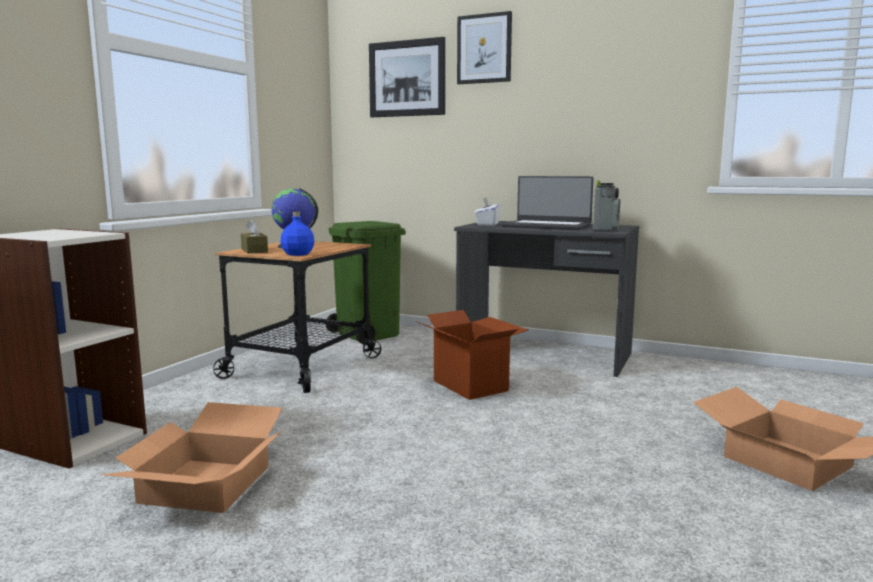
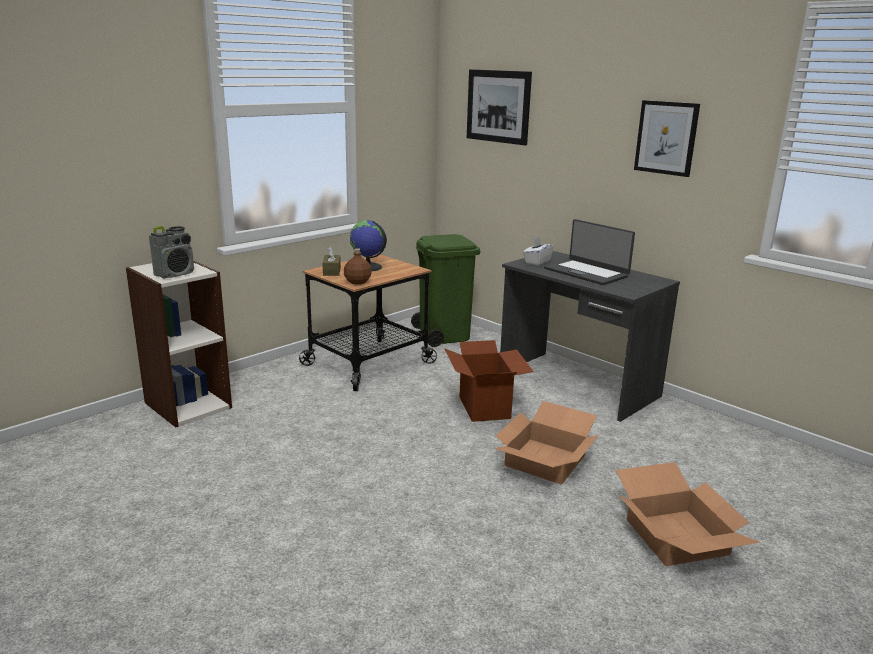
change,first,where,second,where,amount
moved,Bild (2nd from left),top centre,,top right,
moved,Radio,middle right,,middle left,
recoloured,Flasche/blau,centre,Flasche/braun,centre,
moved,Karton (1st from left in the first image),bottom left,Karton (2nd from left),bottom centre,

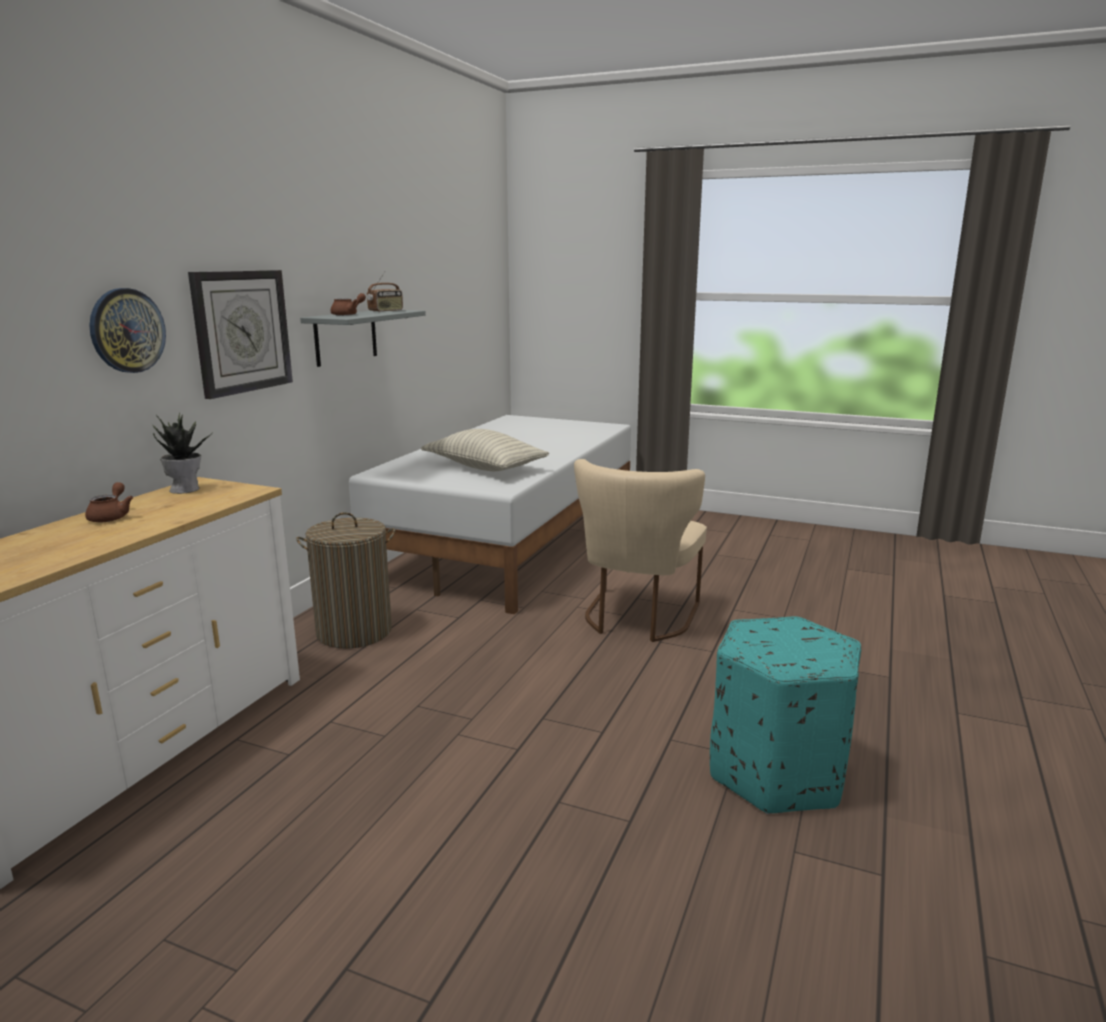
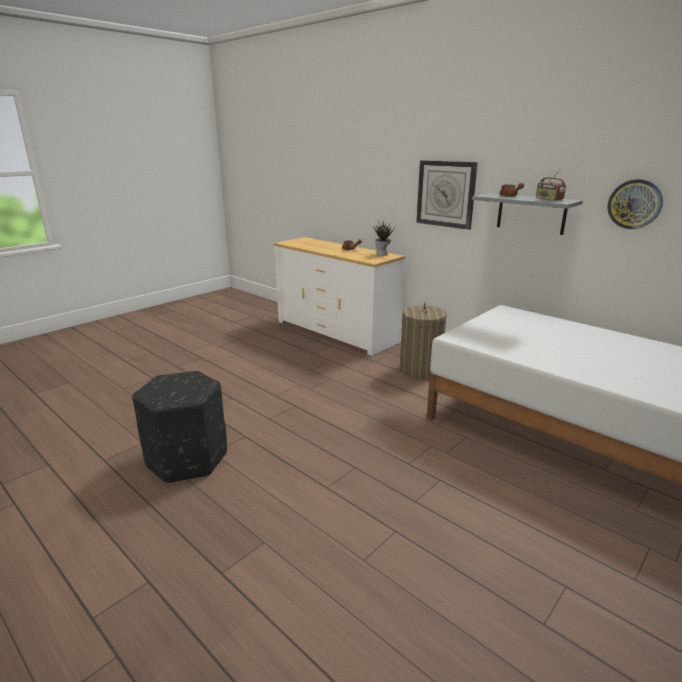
change,first,where,second,where,amount
moved,Wanduhr (1st from left in the first image),top left,Wanduhr (2nd from left),top right,
removed,Kissen,centre,,,
removed,Stuhl/beige,centre,,,
recoloured,Polsterhocker/türkis,bottom right,Polsterhocker/schwarz,middle left,

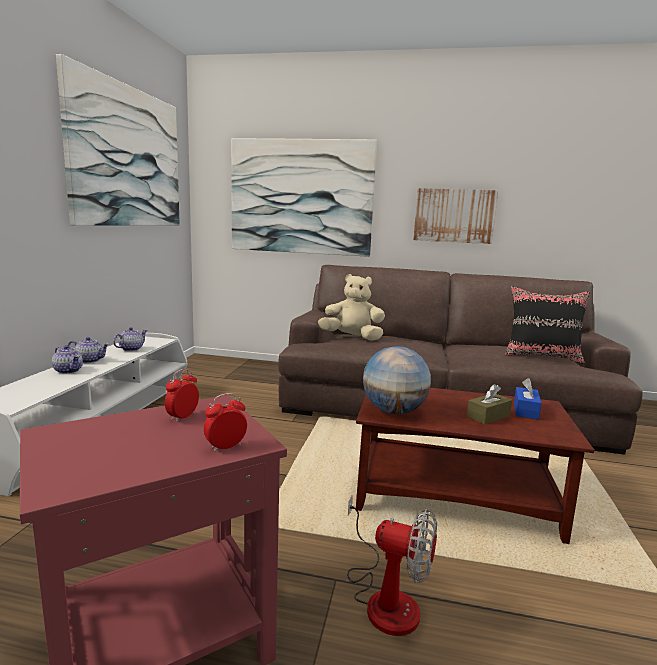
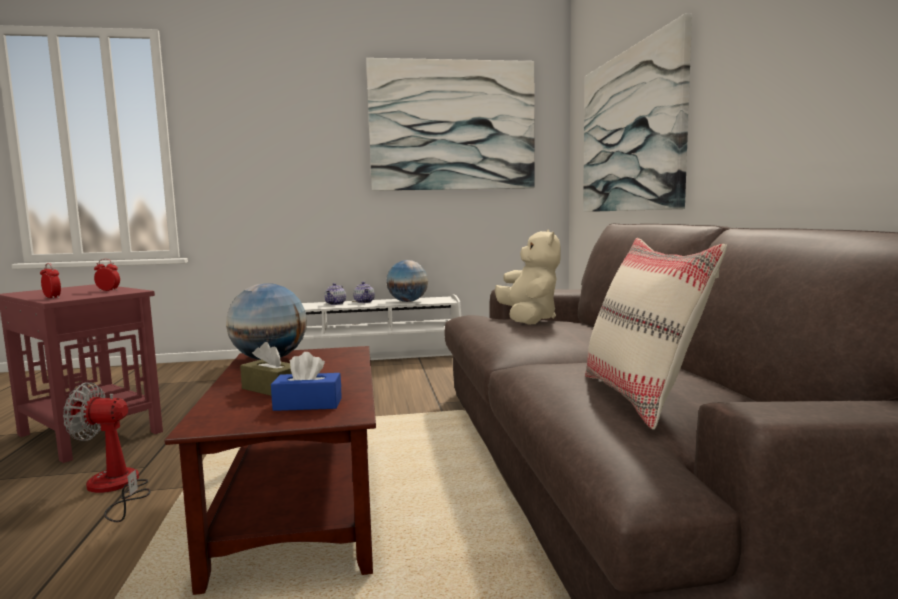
change,first,where,second,where,amount
removed,Bild (3rd from left),top right,,,
recoloured,Kissen/schwarz,middle right,Kissen/beige,middle right,
replaced,Teekanne (3rd from left),middle left,Globus (2nd from left),centre,
turned,Ventilator,bottom centre,,bottom left,90 degrees clockwise

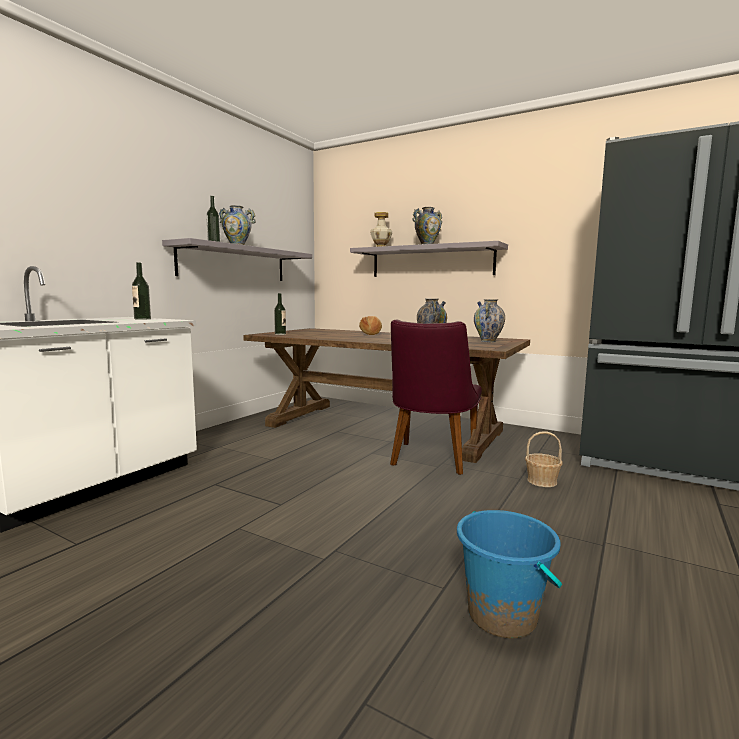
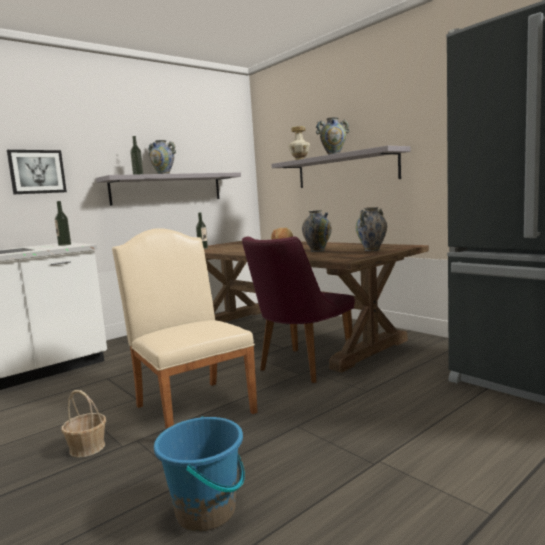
change,first,where,second,where,amount
moved,Korb,middle right,,bottom left,
added,,,Bild,top left,
added,,,Stuhl/beige,centre,

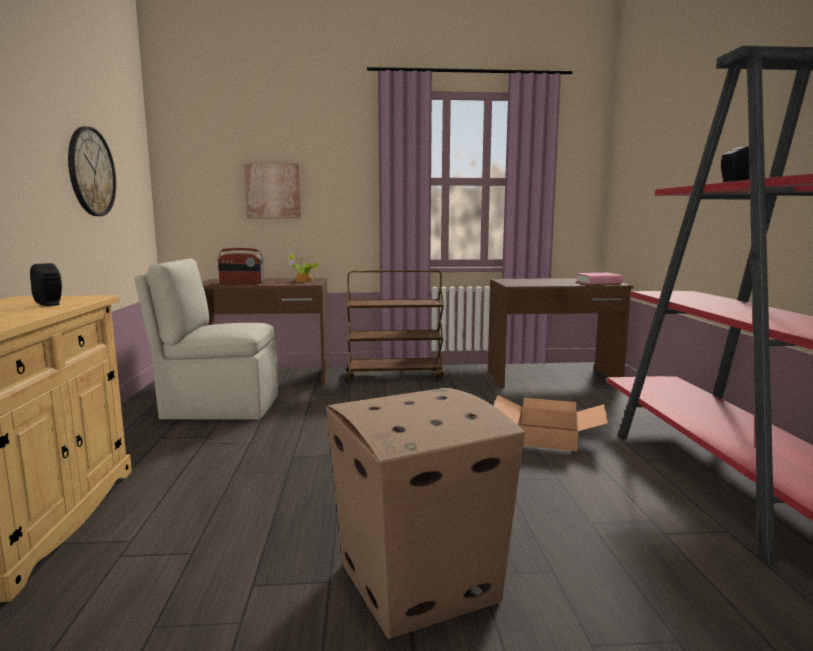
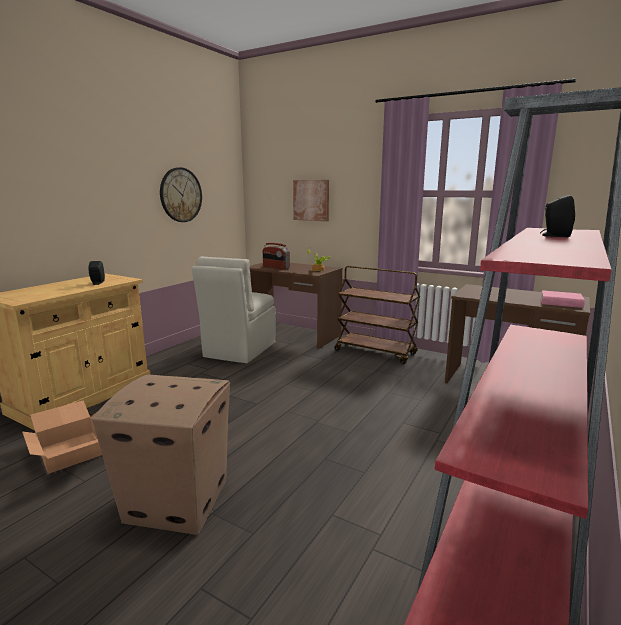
change,first,where,second,where,amount
turned,Stuhl/beige,middle left,,centre,105 degrees counterclockwise
moved,Karton (2nd from left in the first image),middle right,Karton (1st from left),bottom left,

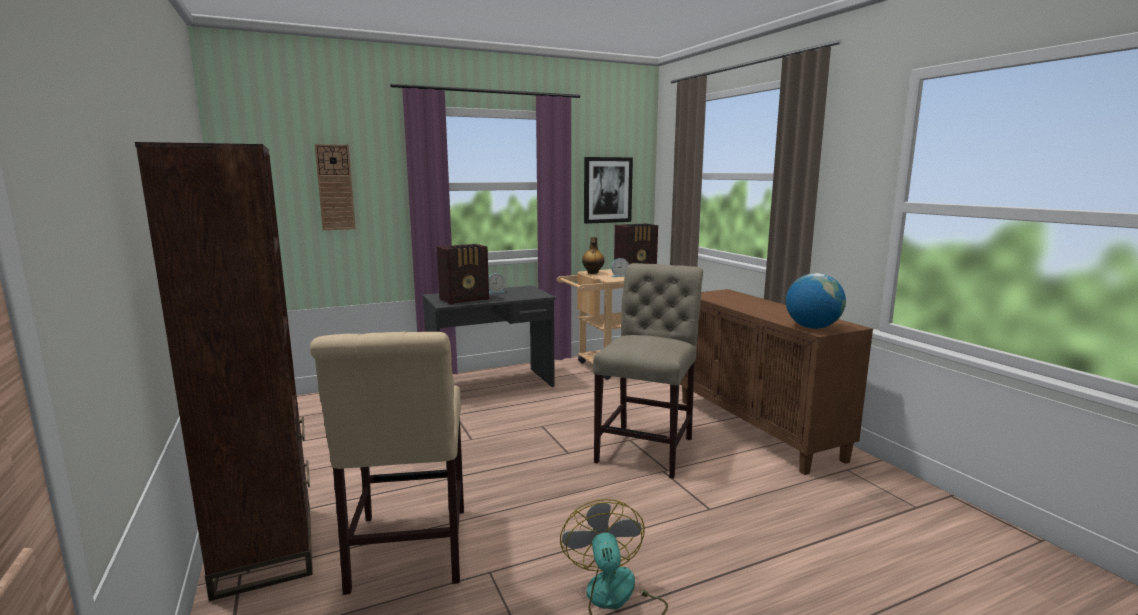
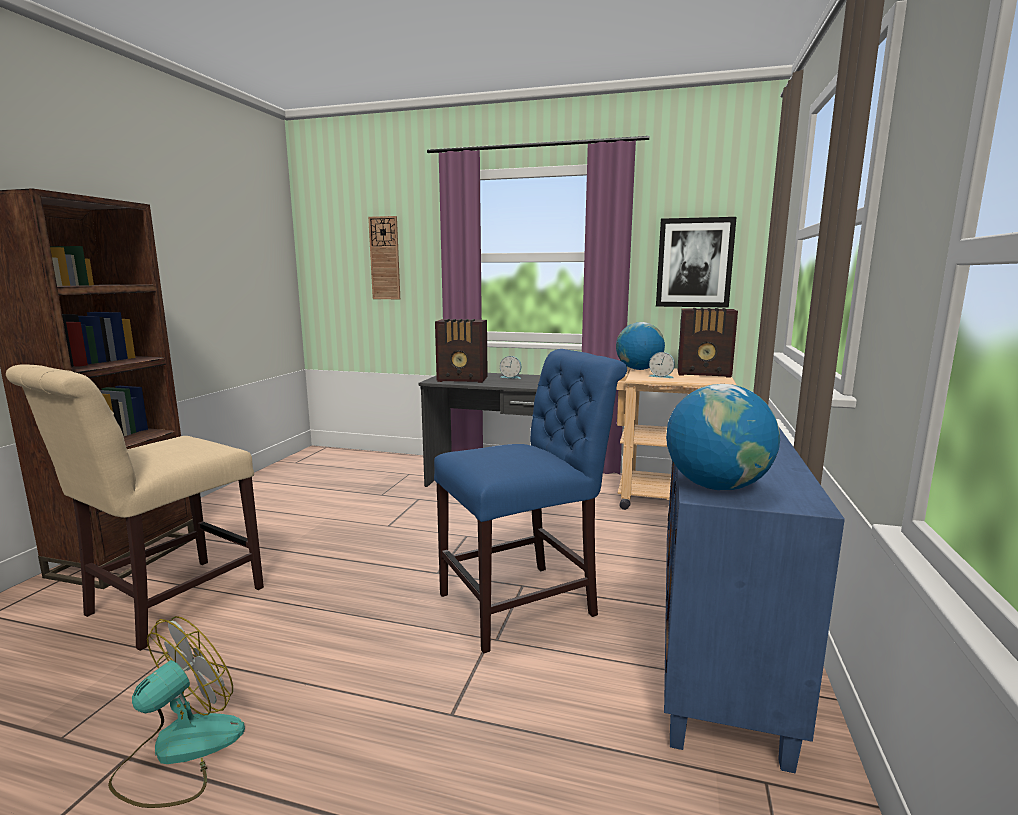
change,first,where,second,where,amount
replaced,Flasche,centre,Globus (1st from left),centre,
recoloured,Stuhl/beige (2nd from left),centre,Stuhl/blau,centre,
recoloured,Schrank/braun,middle right,Schrank/blau,bottom right,

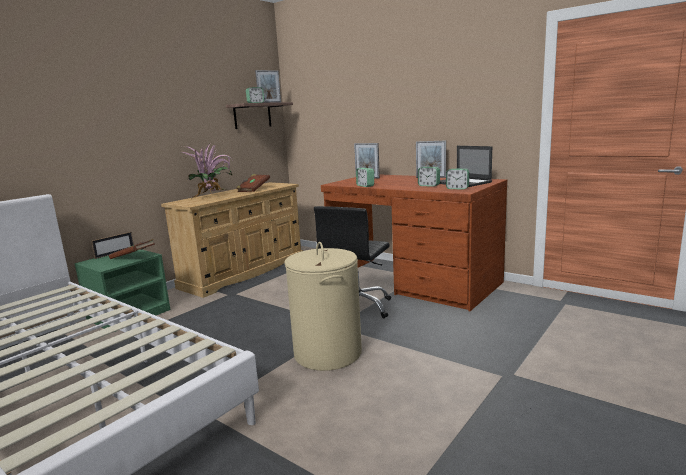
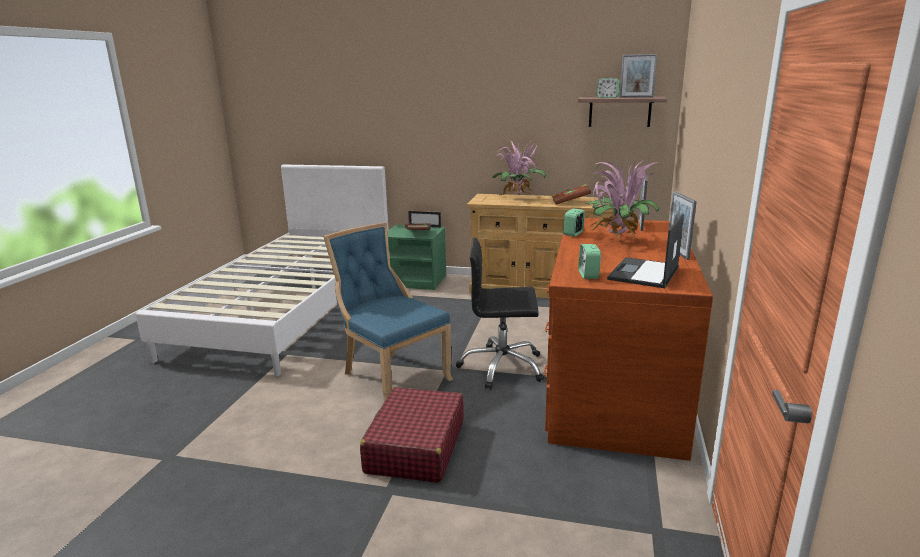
change,first,where,second,where,amount
removed,Wecker (3rd from left),centre,,,
replaced,Wäschekorb/beige,centre,Stuhl/blau,centre,
added,,,Topfpflanze (2nd from left),middle right,
added,,,Koffer/rot,bottom centre,

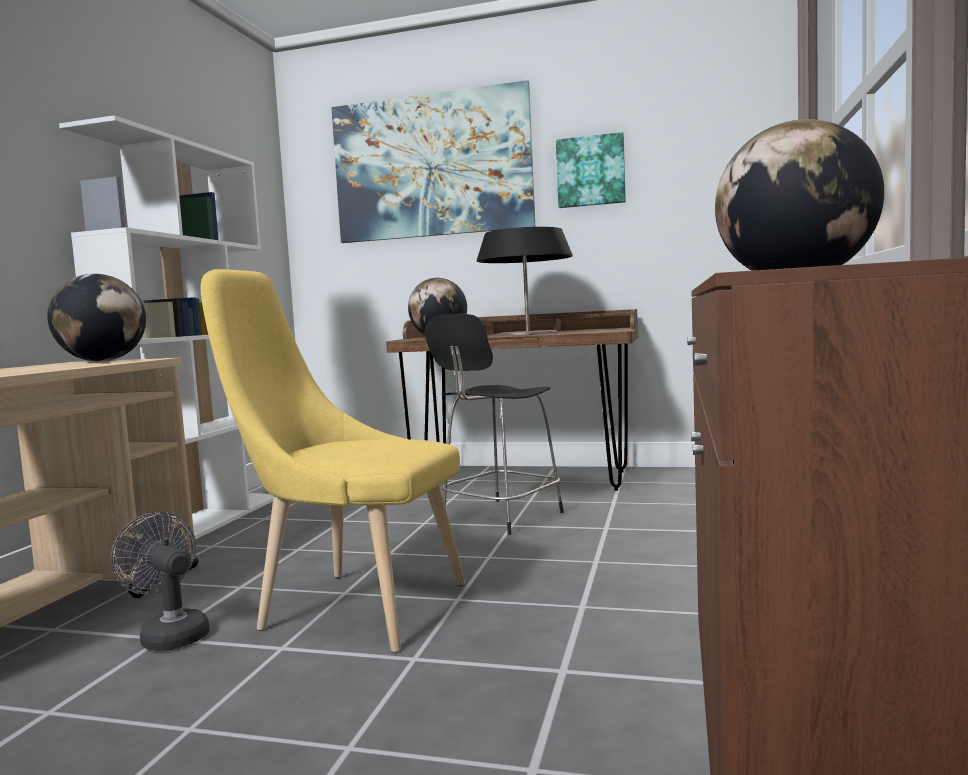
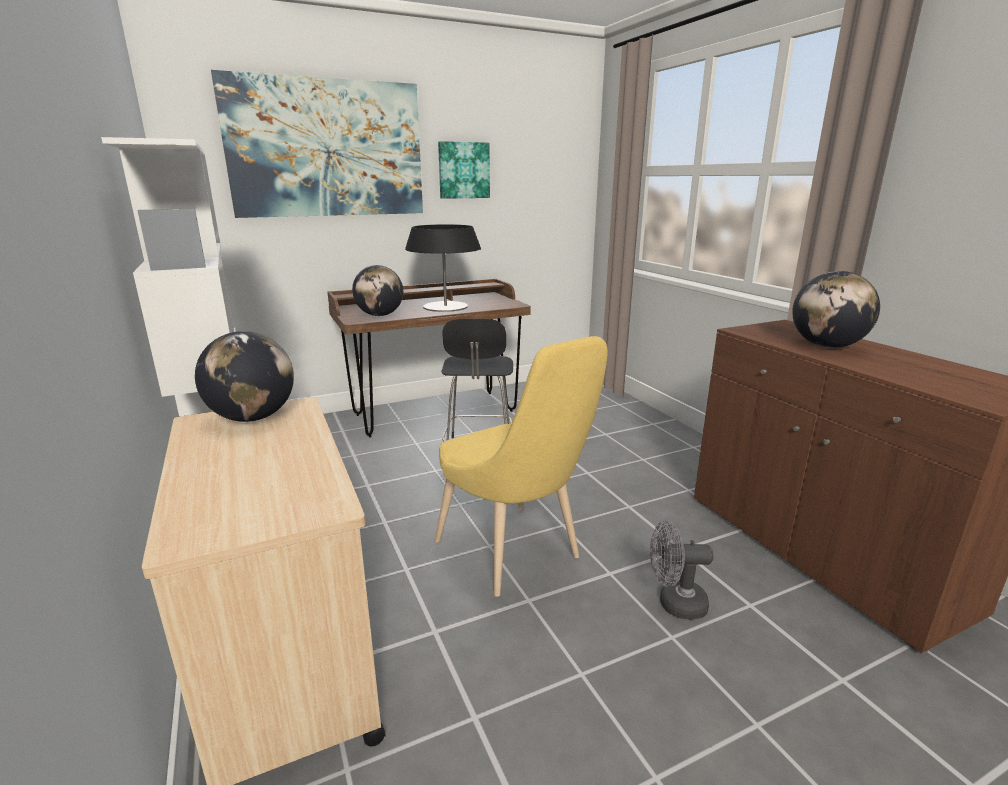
change,first,where,second,where,amount
turned,Stuhl/gelb,centre,,centre,105 degrees counterclockwise
moved,Ventilator/grau,bottom left,,bottom right,

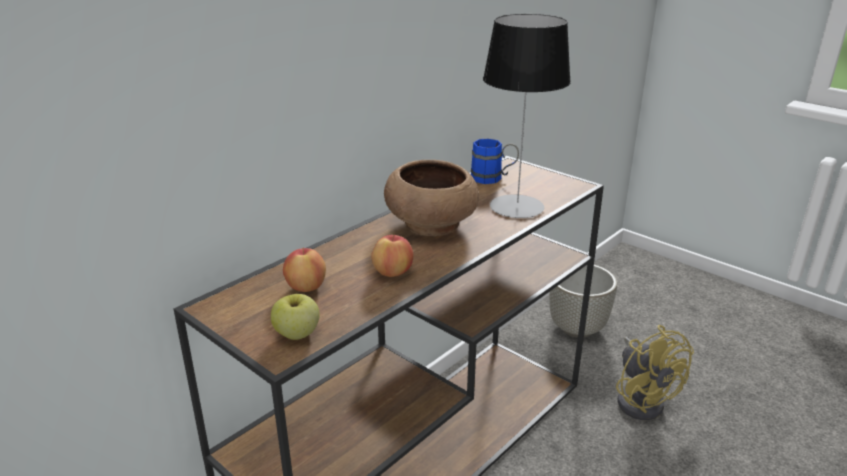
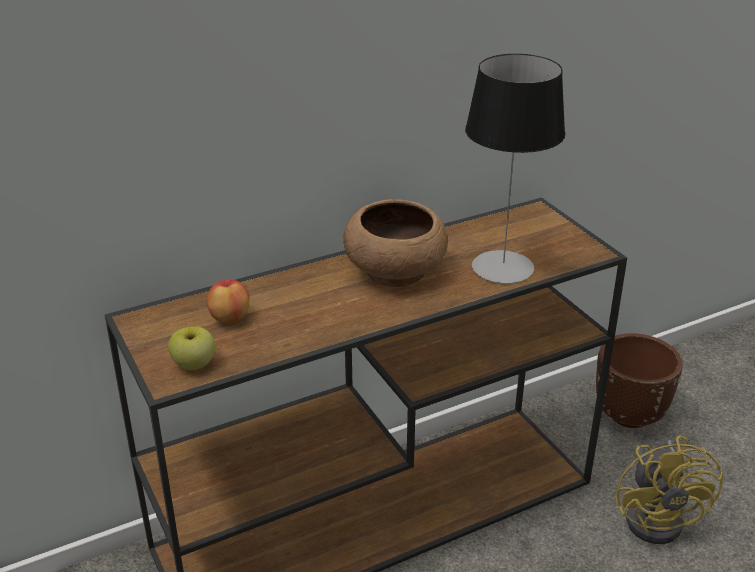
change,first,where,second,where,amount
removed,Henkelbecher/blau,centre,,,
removed,Apfel (3rd from left),centre,,,
recoloured,Pflanzkübel/grau,middle right,Pflanzkübel/braun,middle right,

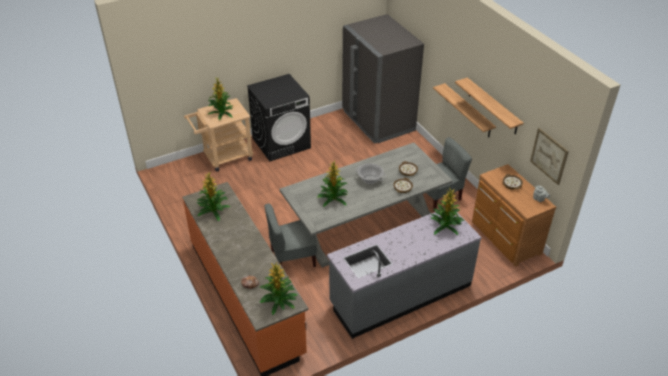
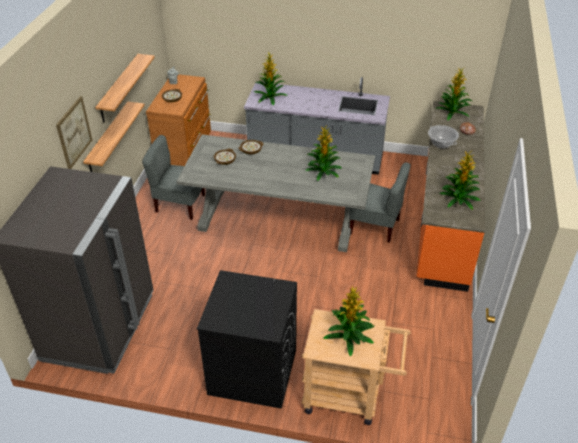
change,first,where,second,where,amount
moved,Bild,middle right,,top left,
moved,Kochtopf,centre,,top right,

